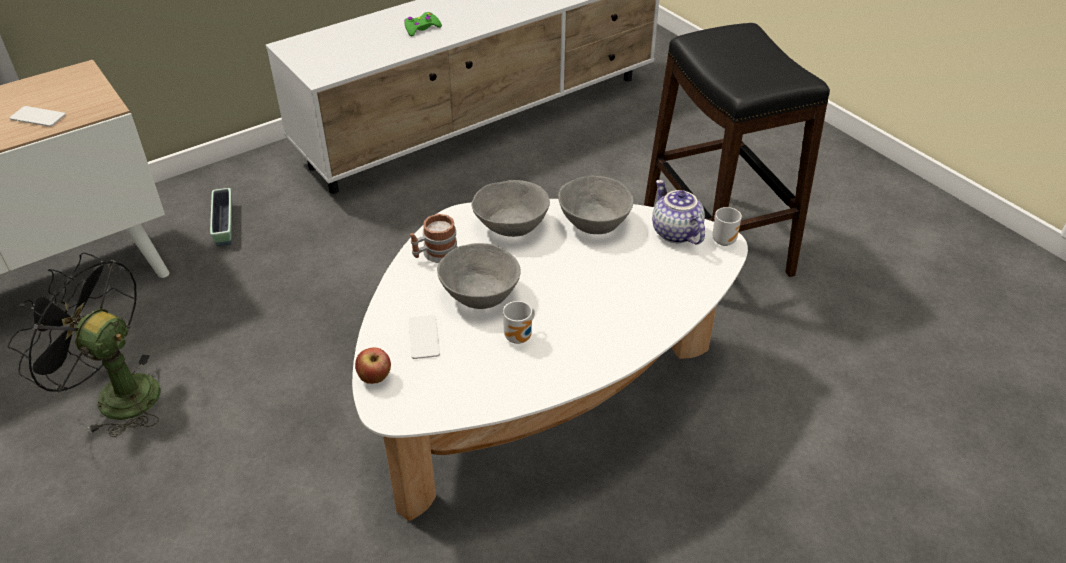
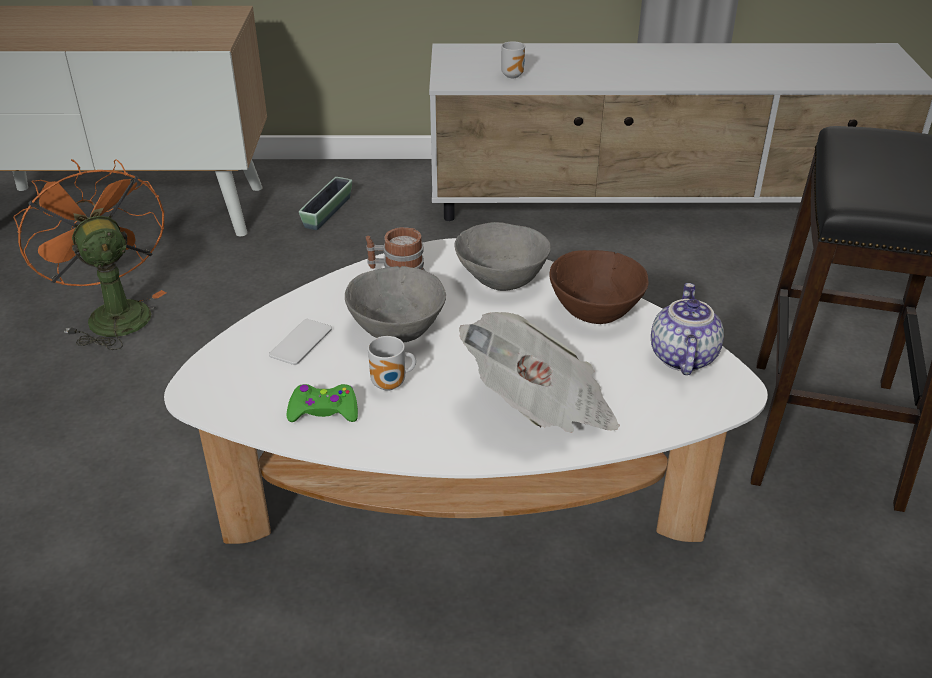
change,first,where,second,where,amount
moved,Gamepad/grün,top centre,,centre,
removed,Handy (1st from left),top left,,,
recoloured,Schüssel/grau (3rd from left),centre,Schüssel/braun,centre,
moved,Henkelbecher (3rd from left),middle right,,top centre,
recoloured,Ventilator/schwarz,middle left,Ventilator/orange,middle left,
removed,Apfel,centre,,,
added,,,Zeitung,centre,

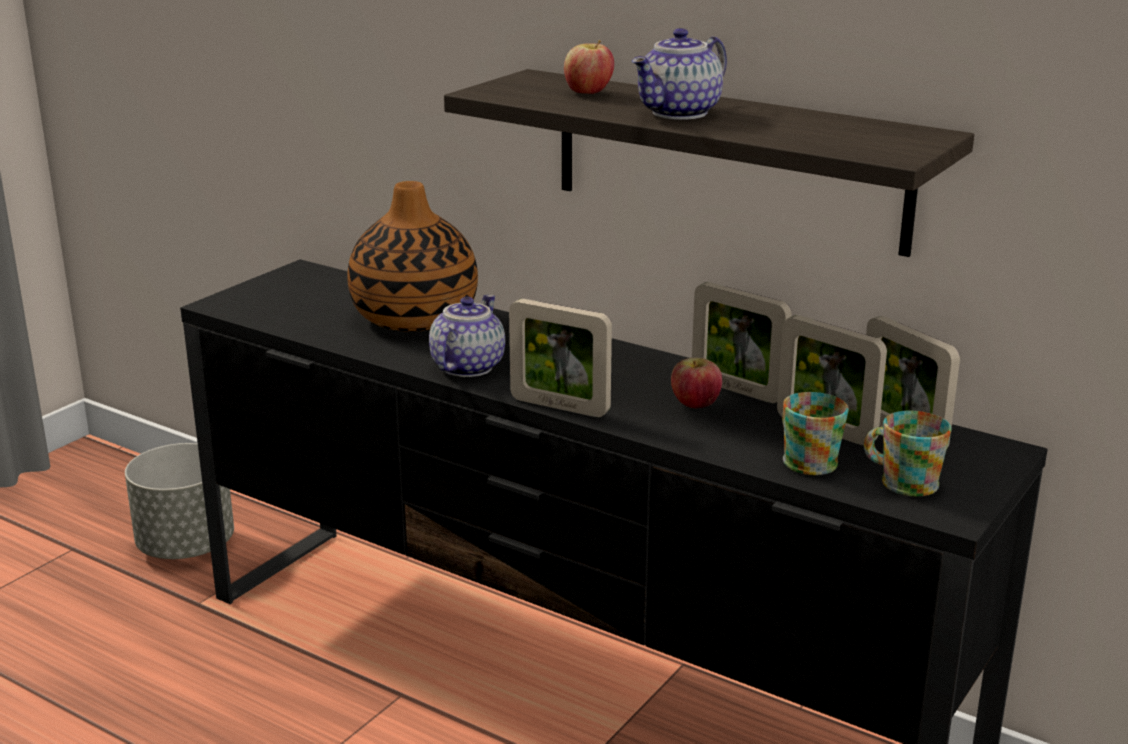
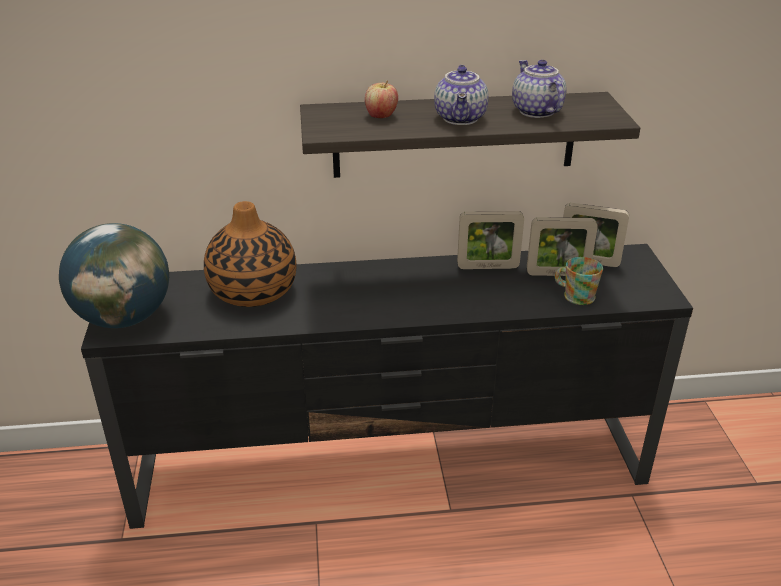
change,first,where,second,where,amount
moved,Teekanne (1st from left in the first image),centre,Teekanne (2nd from left),top right,
removed,Bilderrahmen (1st from left),centre,,,
removed,Apfel (2nd from left),centre,,,
removed,Henkelbecher (2nd from left),middle right,,,
removed,Pflanzkübel/grau,bottom left,,,
added,,,Globus,middle left,

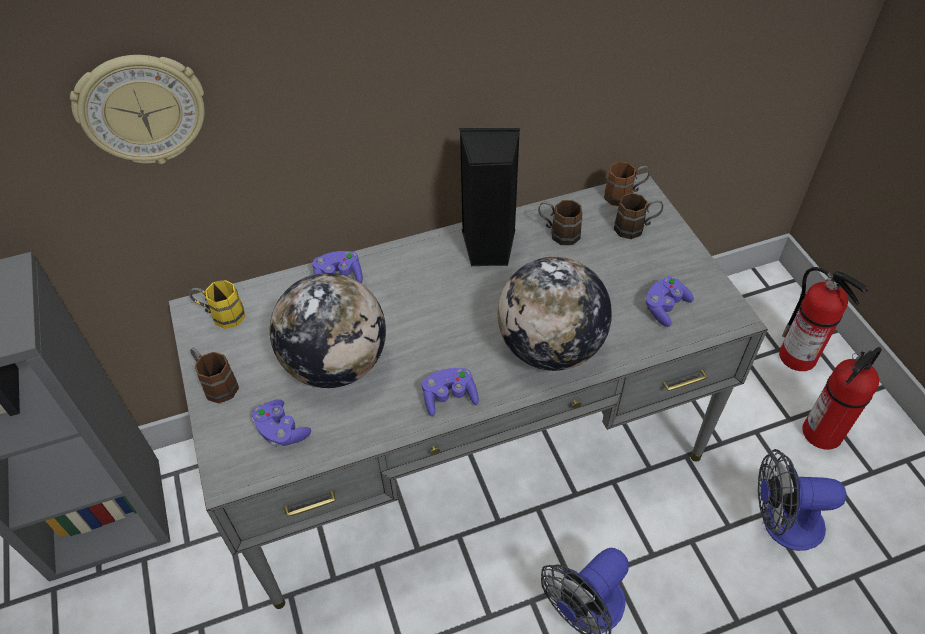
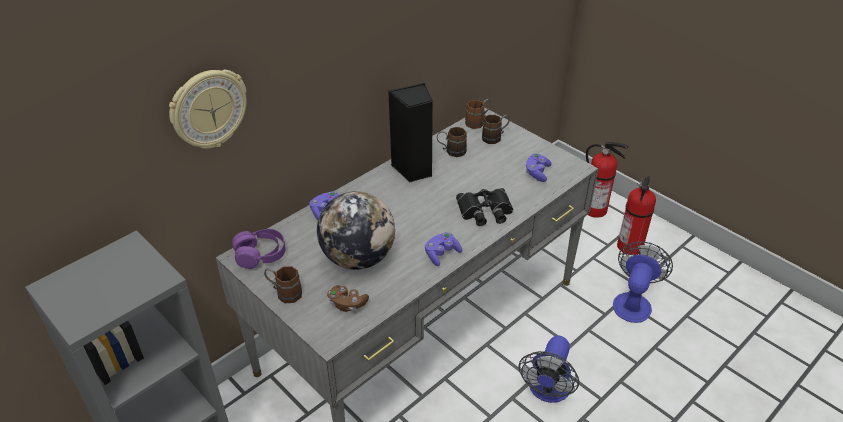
change,first,where,second,where,amount
replaced,Globus (2nd from left),centre,Fernglas/schwarz,centre,
replaced,Henkelbecher/gelb,middle left,Kopfhörer/lila,middle left,
recoloured,Gamepad/lila (1st from left),bottom left,Gamepad/braun,bottom centre,
turned,Ventilator (2nd from left),bottom right,,bottom right,135 degrees clockwise

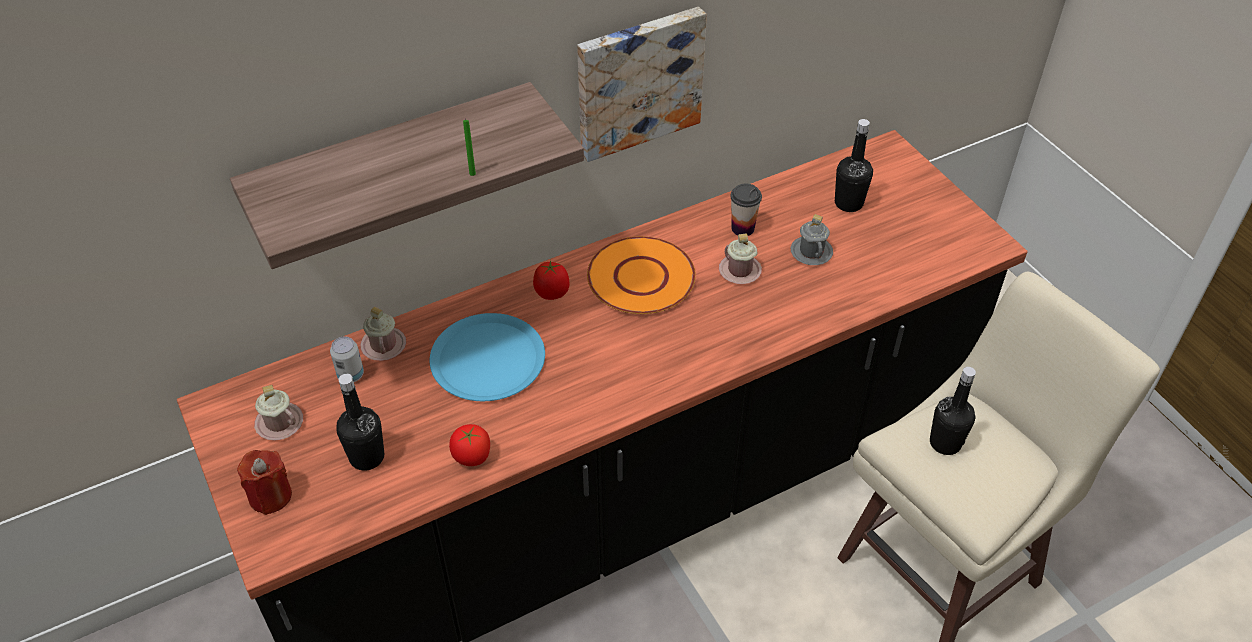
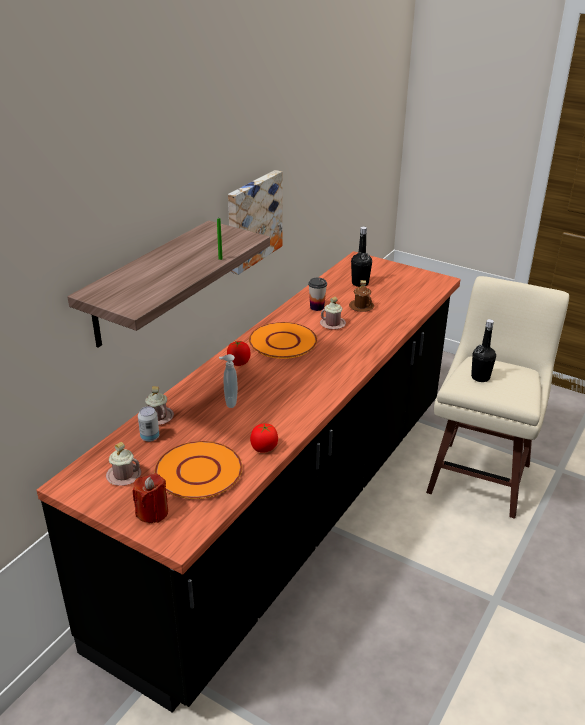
change,first,where,second,where,amount
recoloured,Henkelbecher/grau,centre,Henkelbecher/braun,centre,
replaced,Teller/blau,centre,Seifenspender,centre,
replaced,Flasche/schwarz (1st from left),middle left,Teller/orange (1st from left),centre,

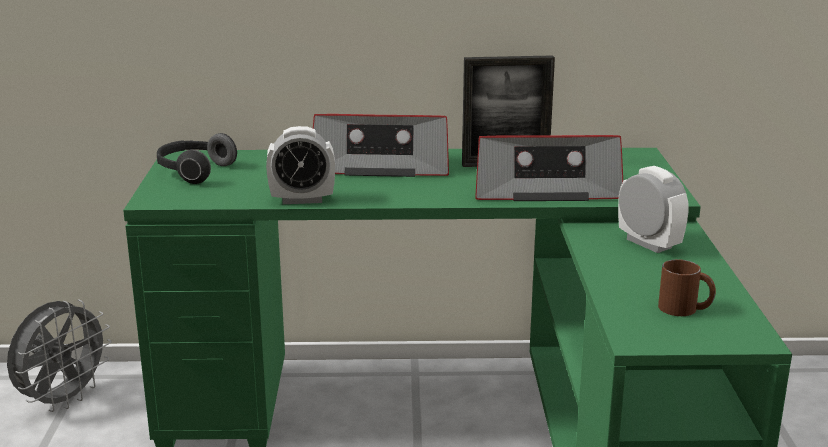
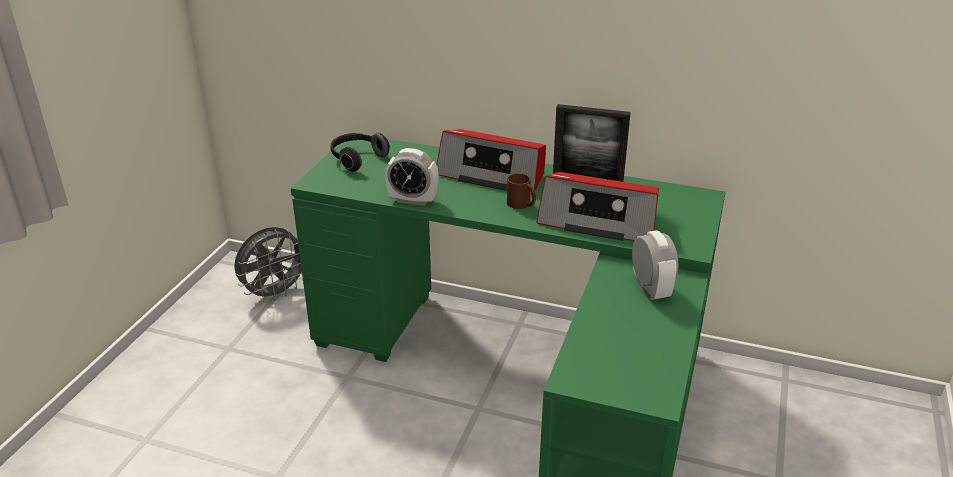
change,first,where,second,where,amount
moved,Henkelbecher/braun,middle right,,centre,

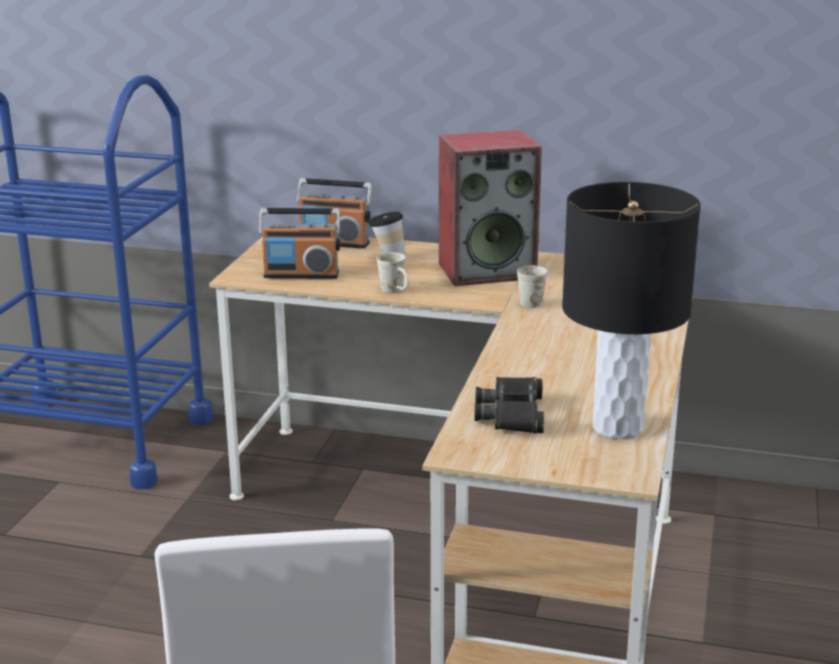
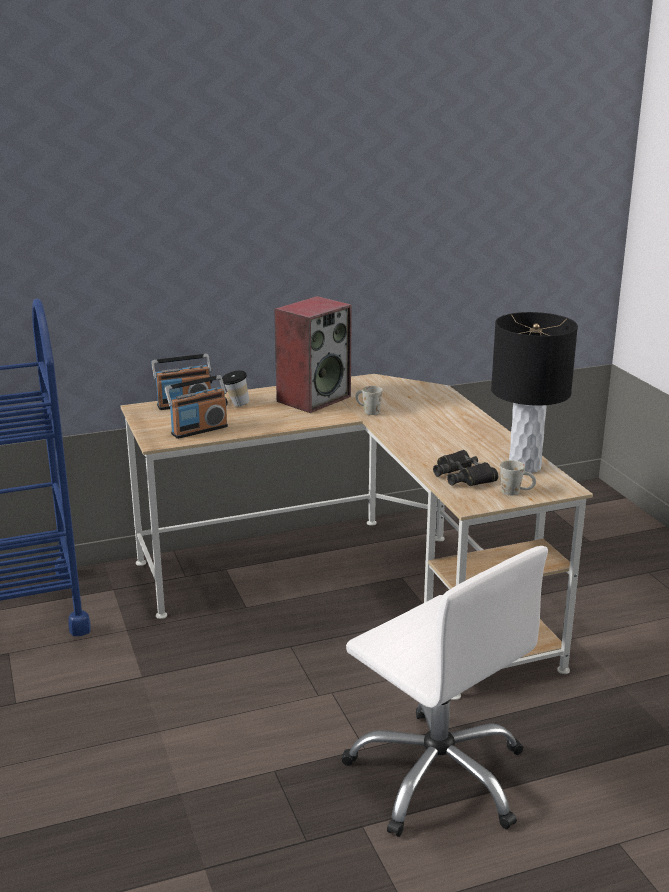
change,first,where,second,where,amount
moved,Henkelbecher/weiß (1st from left in the first image),centre,Henkelbecher/weiß (2nd from left),middle right,

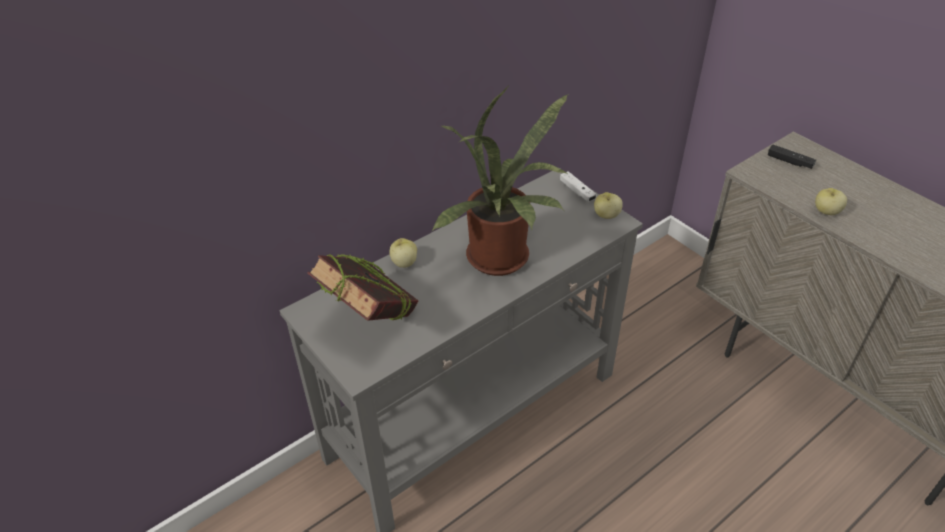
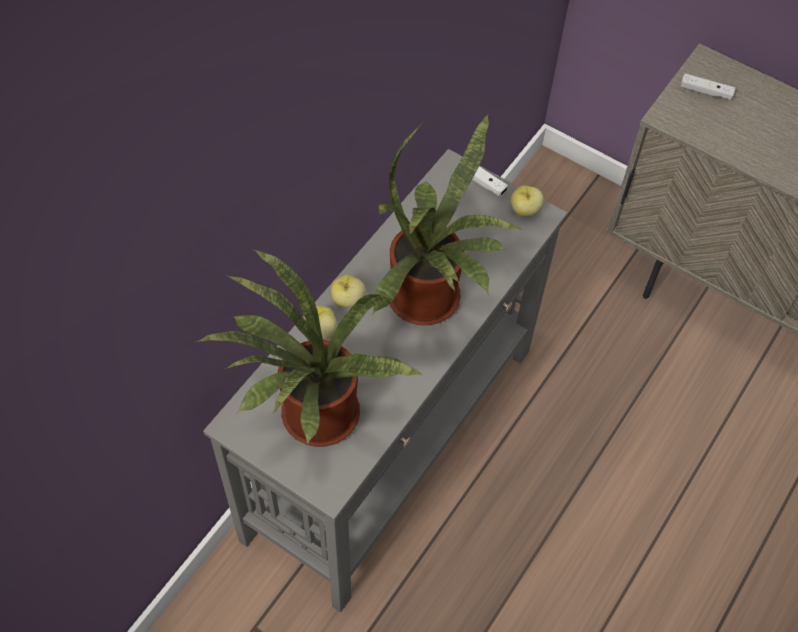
change,first,where,second,where,amount
recoloured,Gamepad/schwarz,top right,Gamepad/weiß (2nd from left),top right,
moved,Apfel (3rd from left in the first image),middle right,Apfel (2nd from left),centre,
replaced,Buch,centre,Topfpflanze (1st from left),centre,

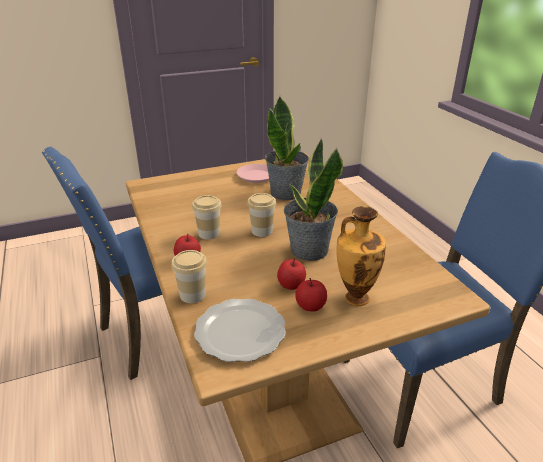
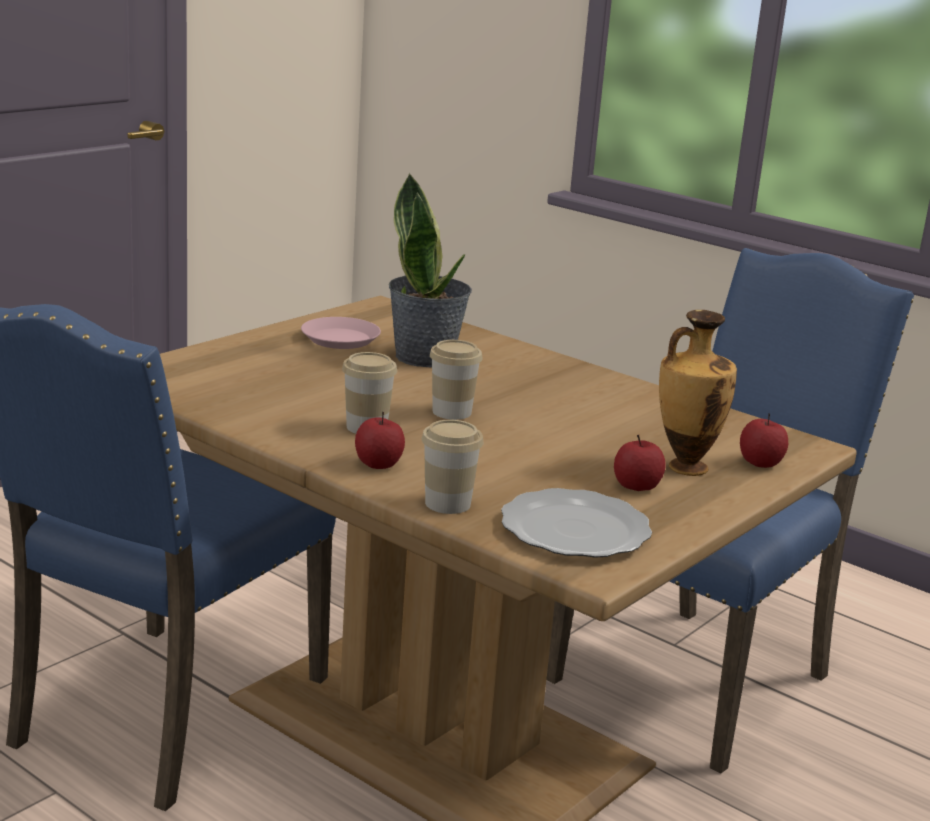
change,first,where,second,where,amount
removed,Topfpflanze (2nd from left),centre,,,
moved,Apfel (2nd from left in the first image),centre,Apfel (3rd from left),middle right,

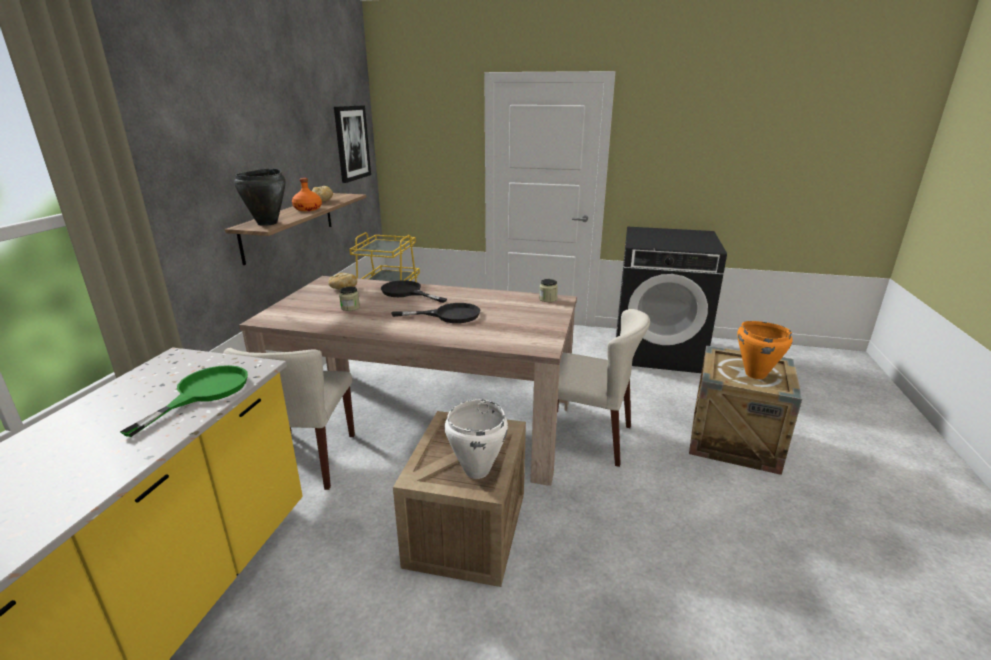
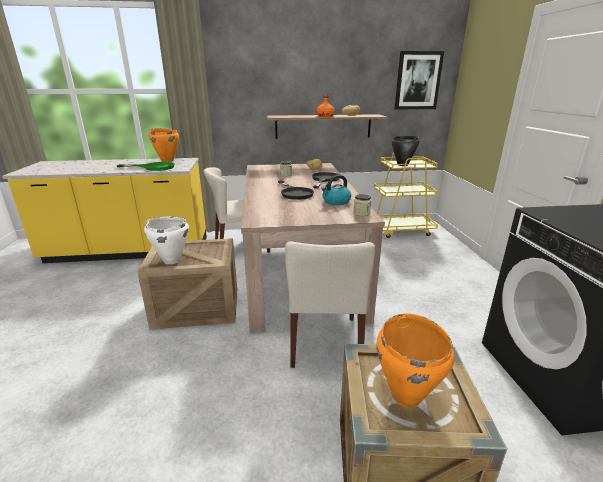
change,first,where,second,where,amount
moved,Kochtopf/schwarz,top left,,top right,
added,,,Kochtopf/orange (1st from left),top left,
added,,,Wasserkessel,centre,

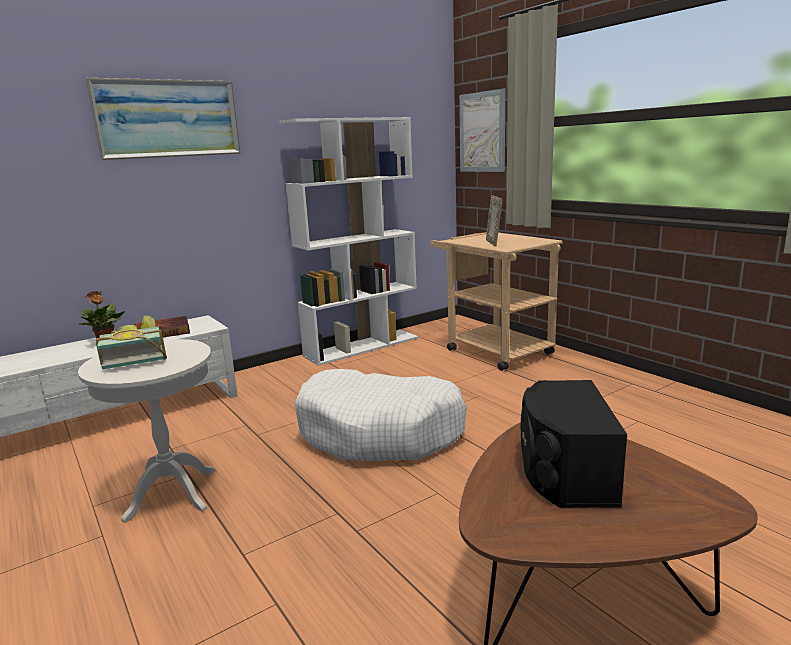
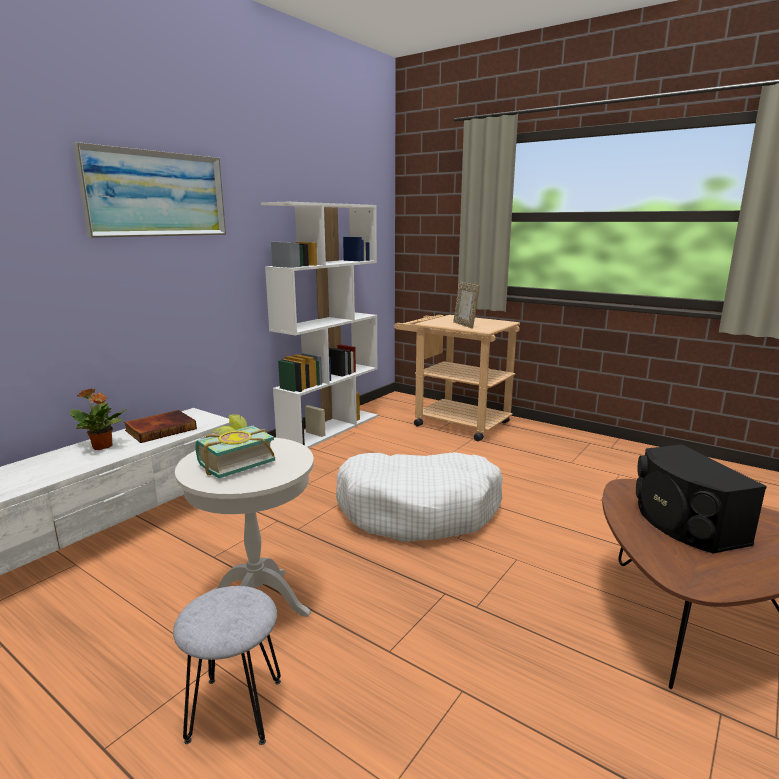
change,first,where,second,where,amount
removed,Bild (2nd from left),top centre,,,
added,,,Hocker/grau,bottom left,

